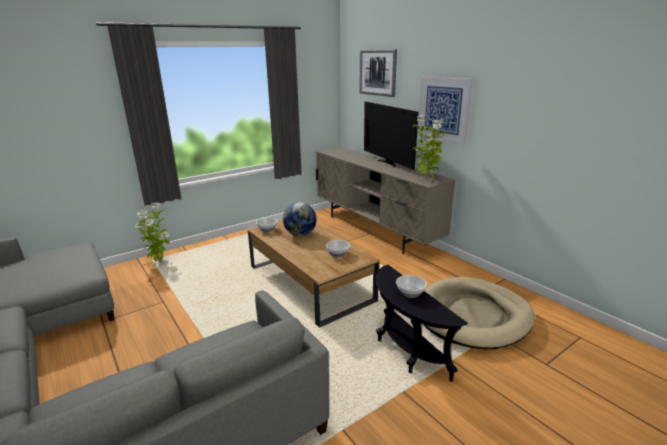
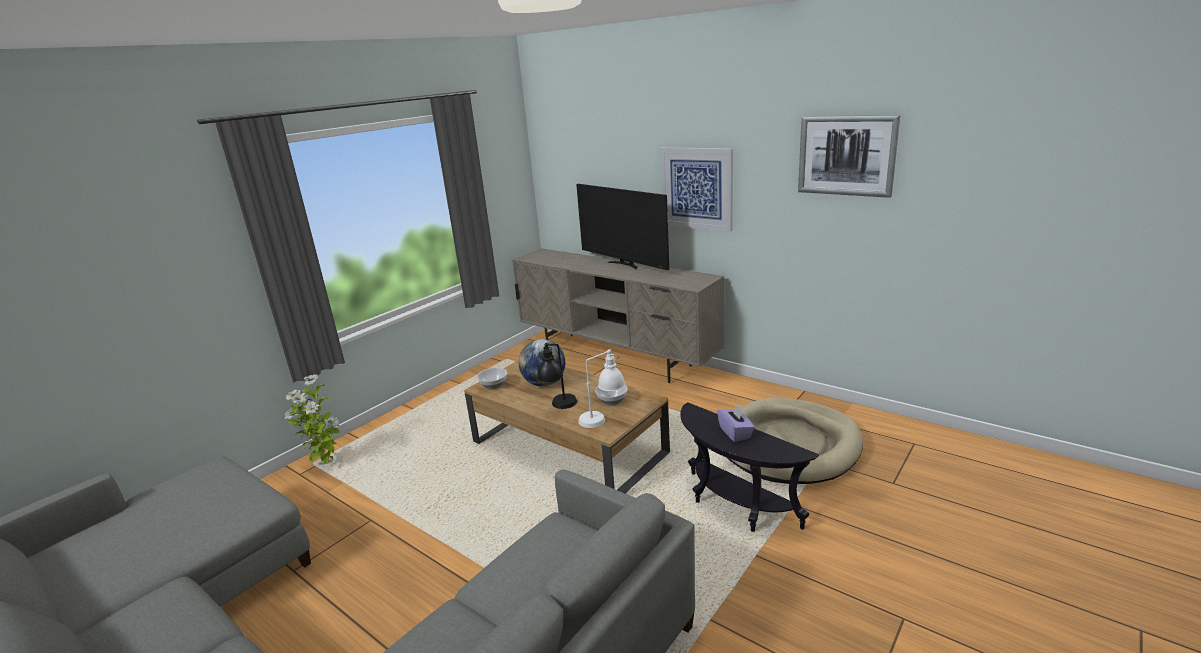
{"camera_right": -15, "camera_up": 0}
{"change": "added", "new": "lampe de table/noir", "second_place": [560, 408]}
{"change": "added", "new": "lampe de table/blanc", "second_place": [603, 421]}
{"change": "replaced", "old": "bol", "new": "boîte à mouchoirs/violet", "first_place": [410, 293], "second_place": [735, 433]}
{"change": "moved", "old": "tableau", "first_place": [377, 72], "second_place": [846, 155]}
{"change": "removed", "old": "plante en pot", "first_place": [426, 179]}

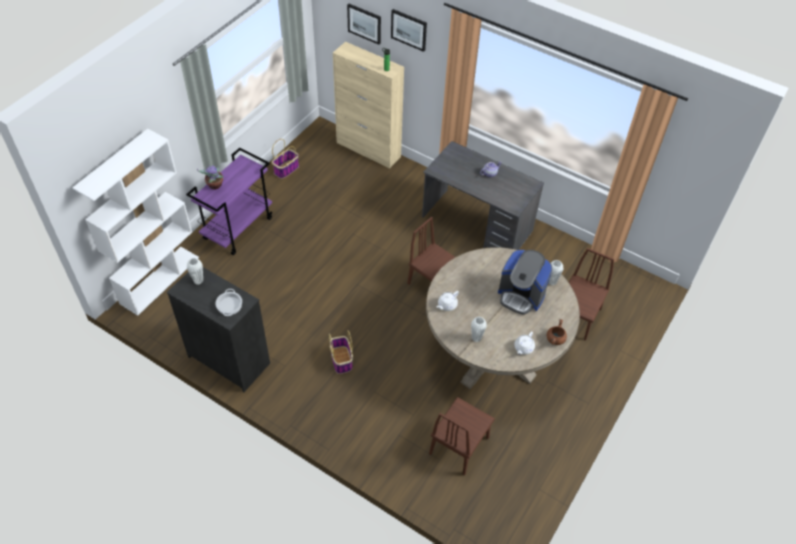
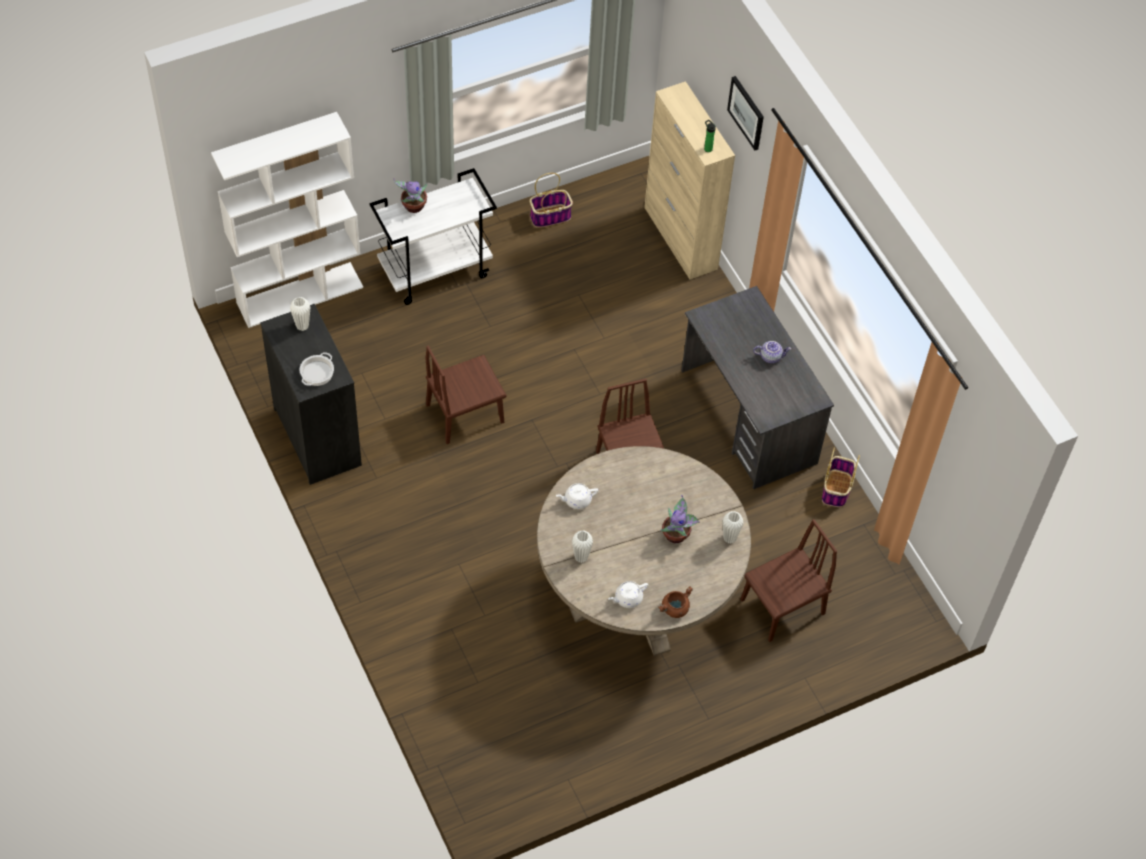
{"camera_right": 30, "camera_up": 5}
{"change": "recoloured", "old": "chariot/violet", "new": "chariot/blanc", "first_place": [238, 228], "second_place": [436, 270]}
{"change": "moved", "old": "chaise/marron", "first_place": [459, 445], "second_place": [465, 413]}
{"change": "replaced", "old": "machine à café", "new": "plante en pot", "first_place": [521, 295], "second_place": [677, 535]}
{"change": "moved", "old": "panier", "first_place": [342, 360], "second_place": [836, 489]}
{"change": "removed", "old": "tableau", "first_place": [364, 23]}

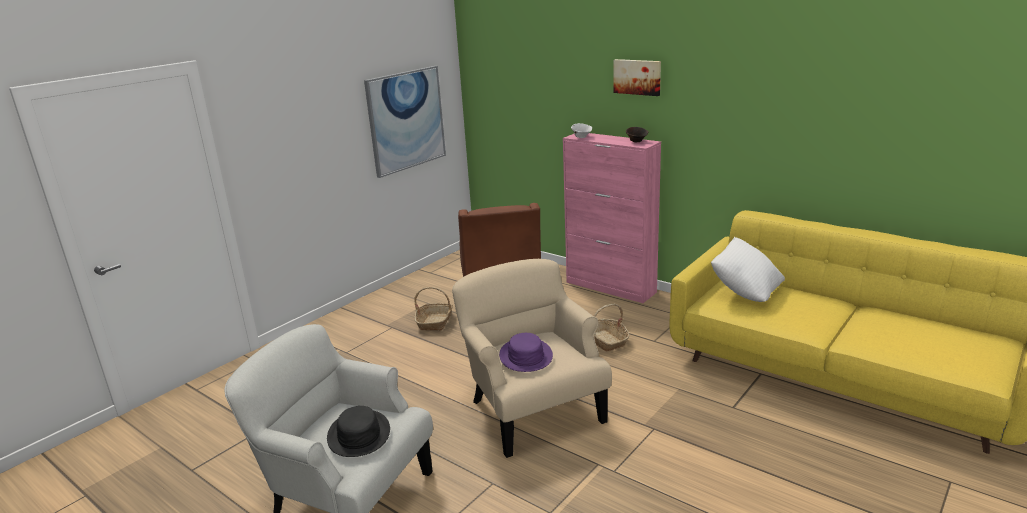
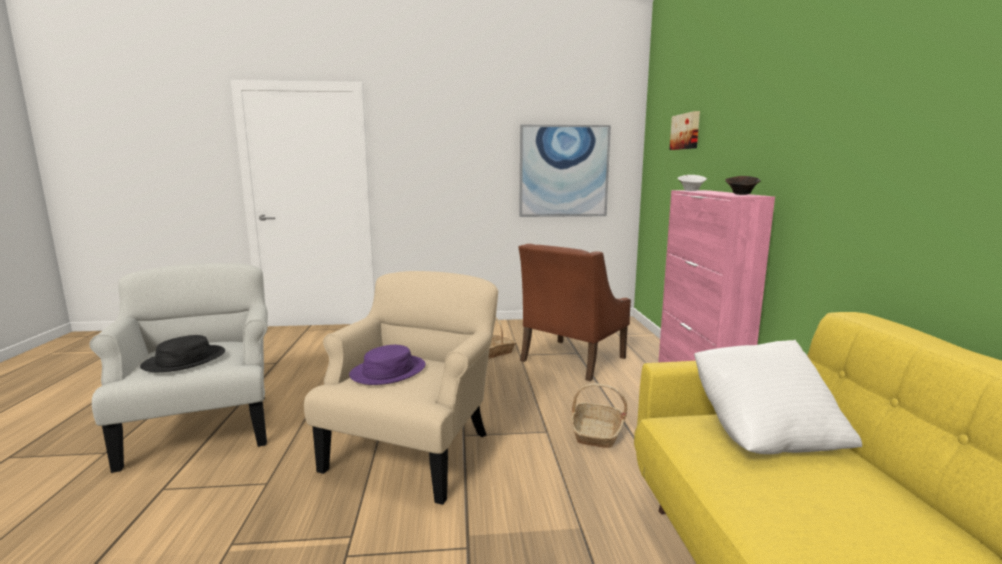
{"camera_right": 45, "camera_up": -10}
{"change": "moved", "old": "tableau", "first_place": [637, 77], "second_place": [686, 131]}

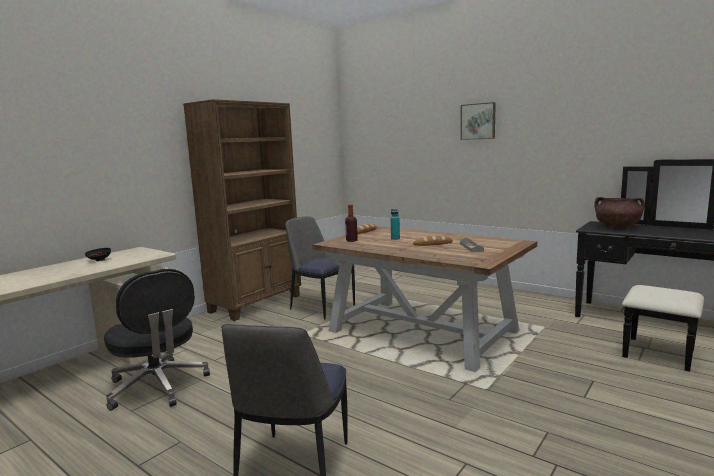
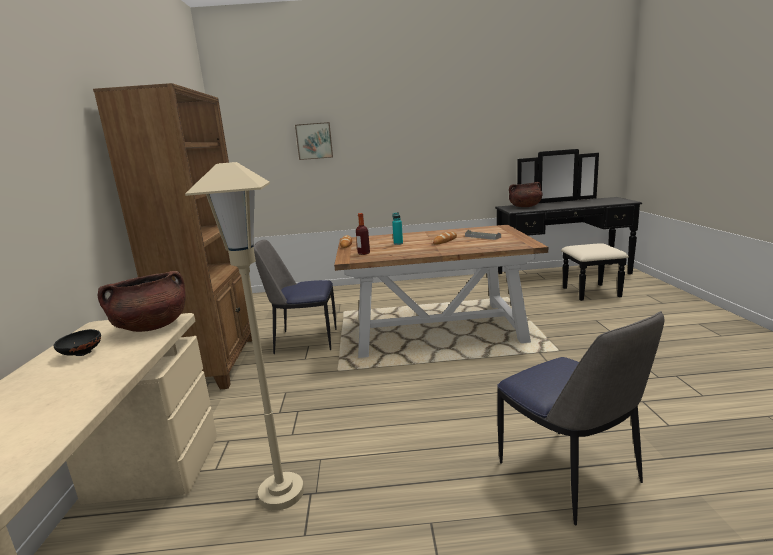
{"camera_right": -40, "camera_up": 5}
{"change": "added", "new": "marmite/marron", "second_place": [152, 327]}
{"change": "replaced", "old": "chaise de bureau/noir", "new": "lampadaire/beige", "first_place": [158, 386], "second_place": [281, 493]}
{"change": "moved", "old": "tableau", "first_place": [478, 121], "second_place": [314, 141]}

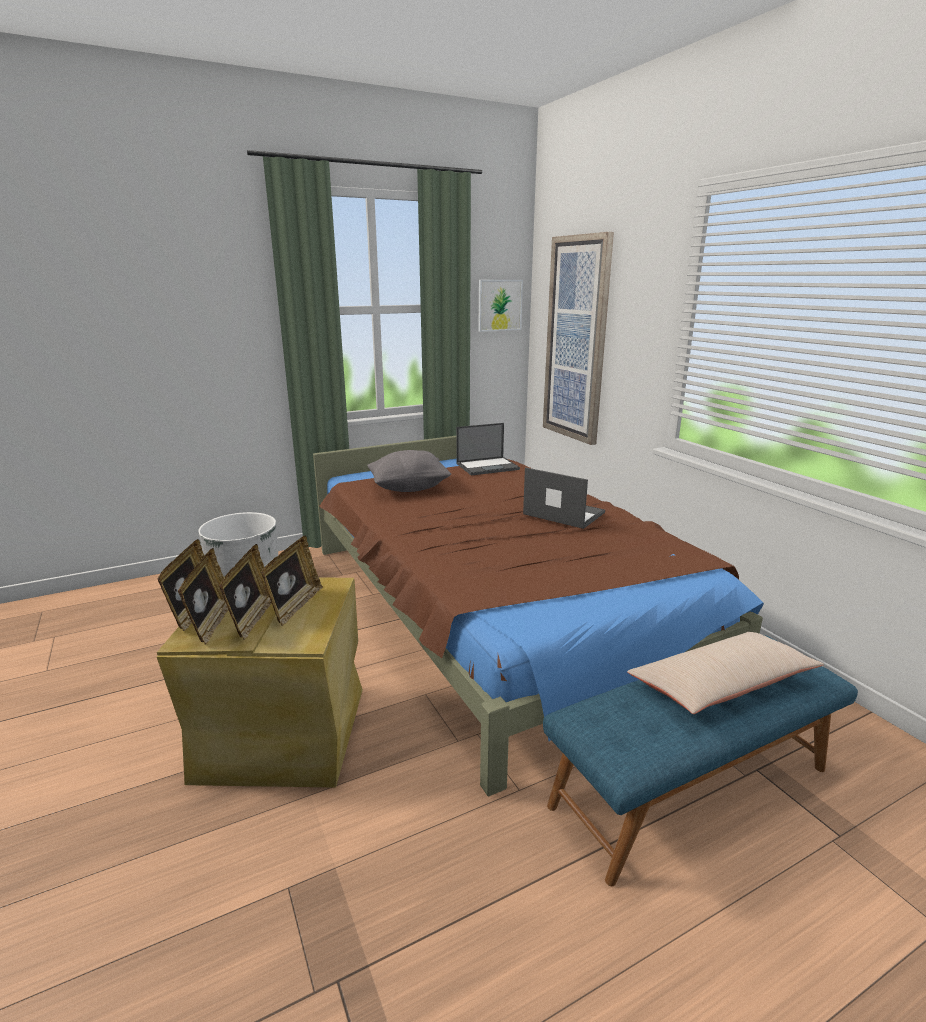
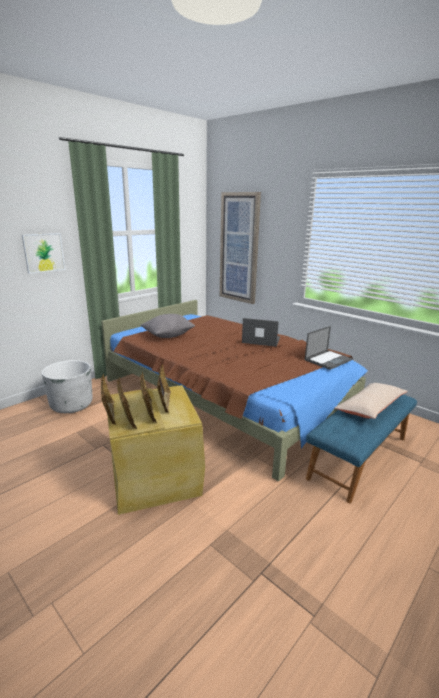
{"camera_right": -20, "camera_up": 0}
{"change": "moved", "old": "tableau", "first_place": [499, 305], "second_place": [43, 252]}
{"change": "moved", "old": "ordinateur portable", "first_place": [488, 466], "second_place": [328, 359]}

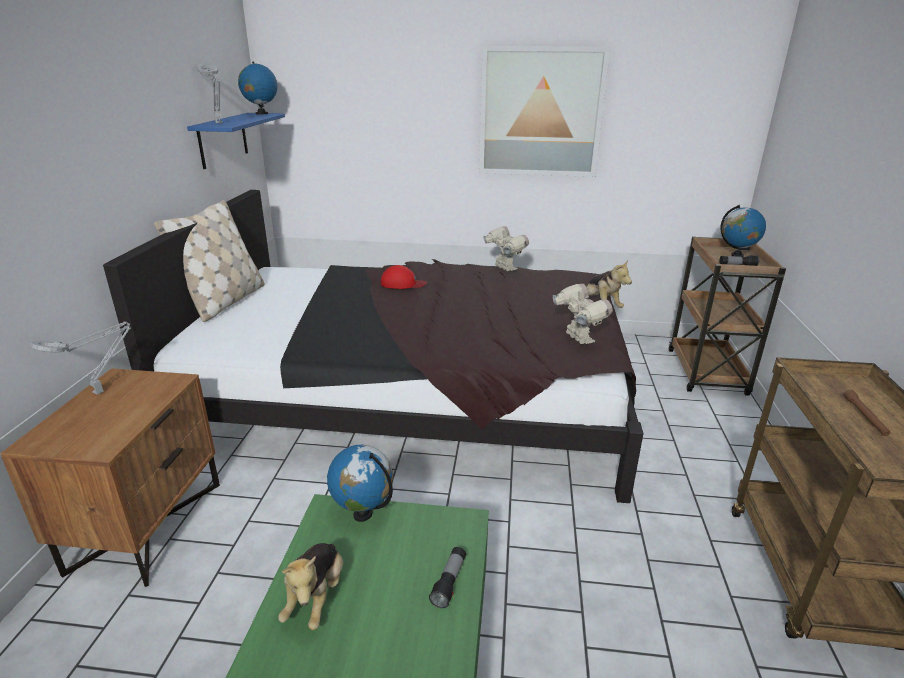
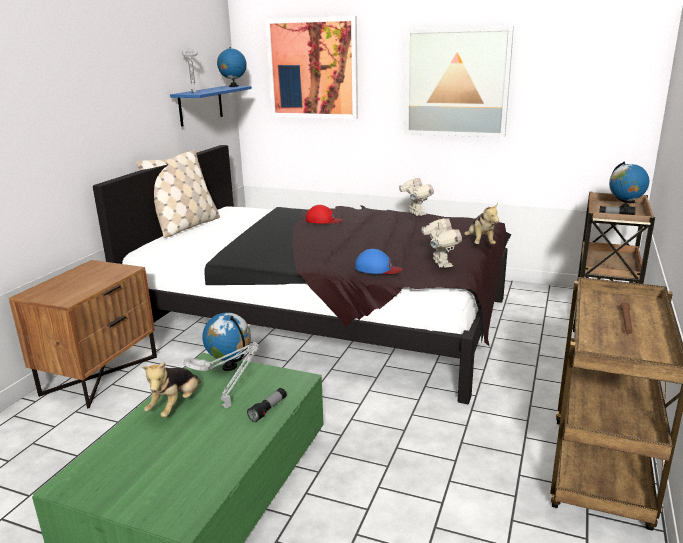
{"camera_right": 15, "camera_up": -5}
{"change": "moved", "old": "lampe de table/gris", "first_place": [101, 391], "second_place": [229, 405]}
{"change": "added", "new": "tableau", "second_place": [313, 68]}
{"change": "added", "new": "casquette/bleu", "second_place": [377, 268]}

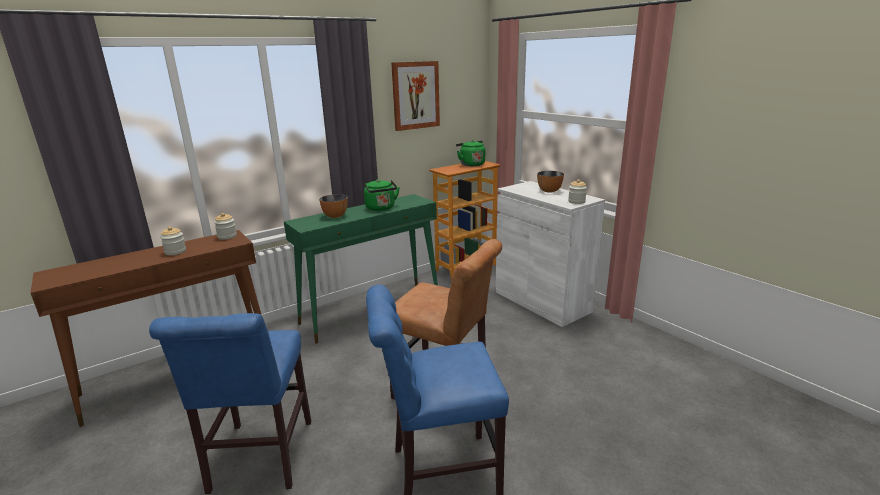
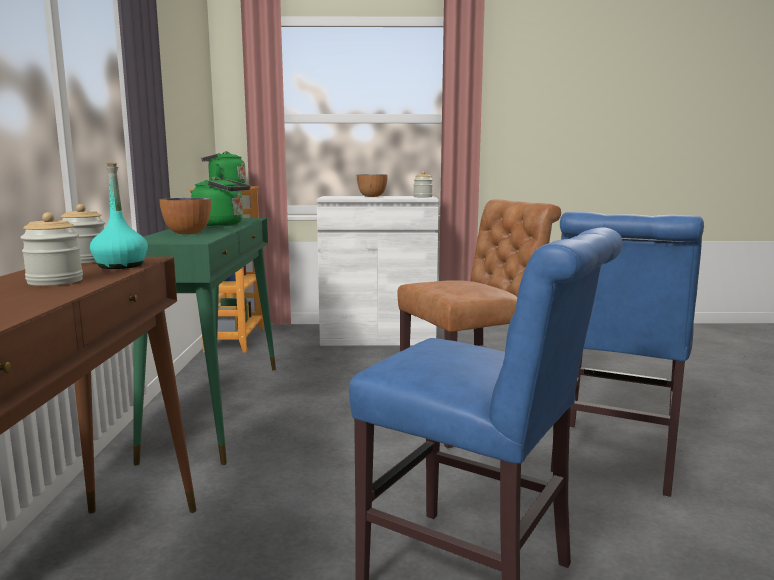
{"camera_right": -55, "camera_up": -10}
{"change": "added", "new": "bouteille/turquoise", "second_place": [121, 266]}
{"change": "removed", "old": "tableau", "first_place": [415, 95]}

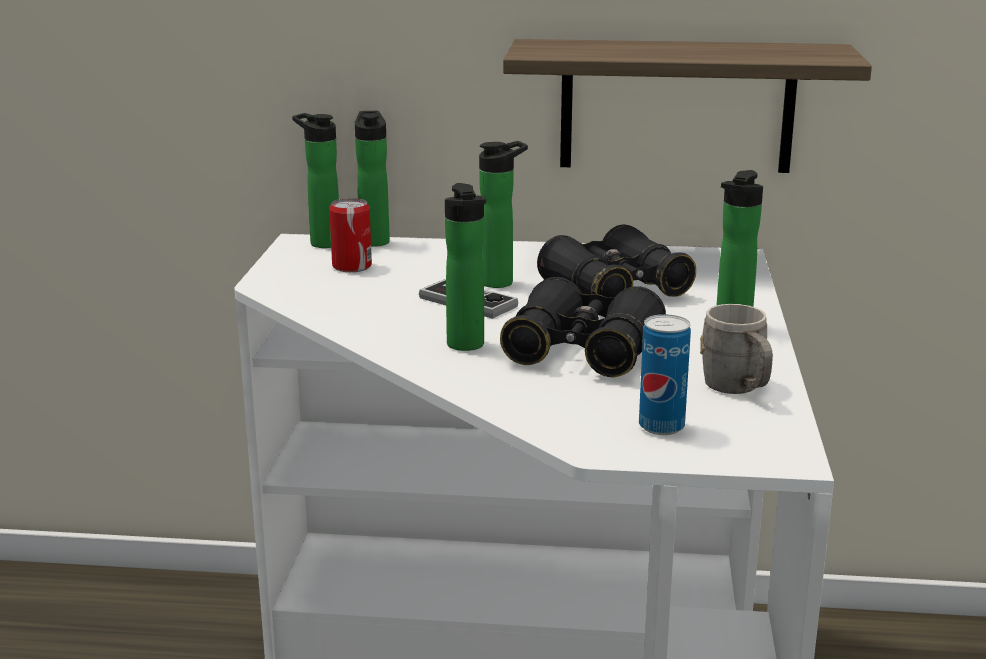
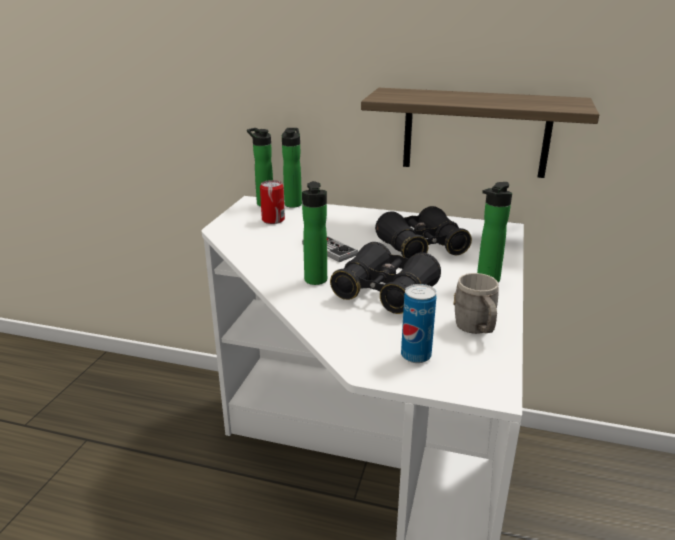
{"camera_right": 10, "camera_up": 5}
{"change": "removed", "old": "bouteille", "first_place": [501, 282]}

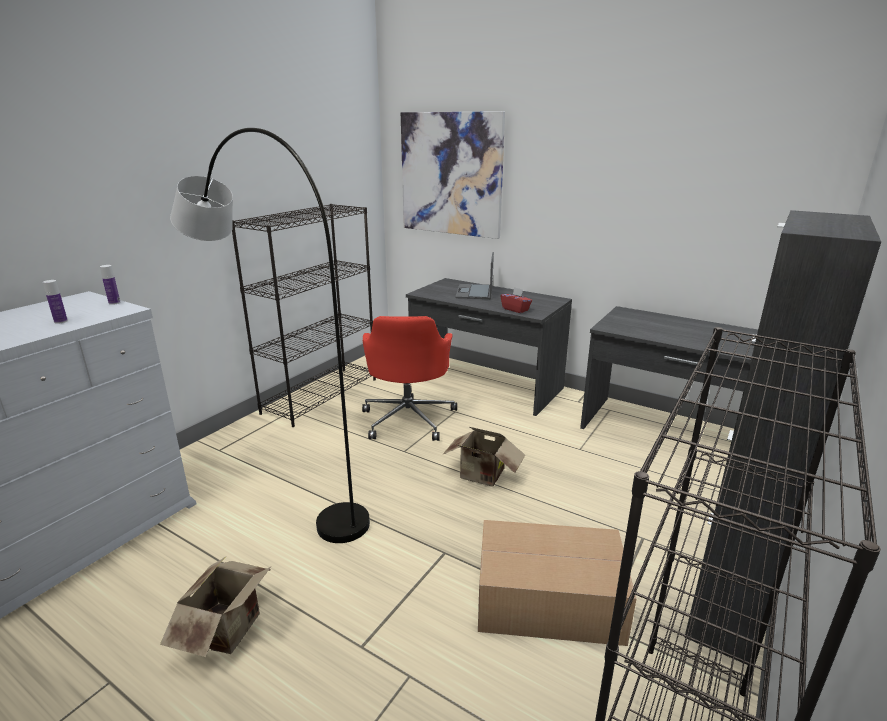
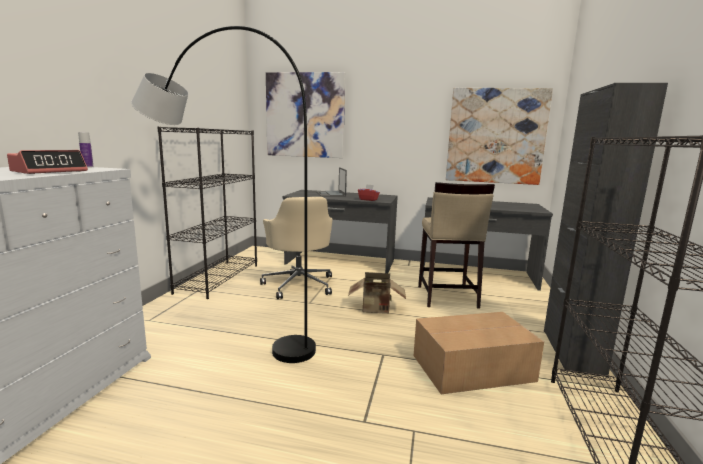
{"camera_right": -20, "camera_up": -10}
{"change": "replaced", "old": "bouteille", "new": "réveil", "first_place": [61, 321], "second_place": [50, 171]}
{"change": "recoloured", "old": "chaise de bureau/rouge", "new": "chaise de bureau/beige", "first_place": [409, 418], "second_place": [299, 284]}
{"change": "added", "new": "tabouret/beige", "second_place": [446, 297]}
{"change": "added", "new": "tableau", "second_place": [496, 136]}
{"change": "removed", "old": "carton", "first_place": [231, 629]}

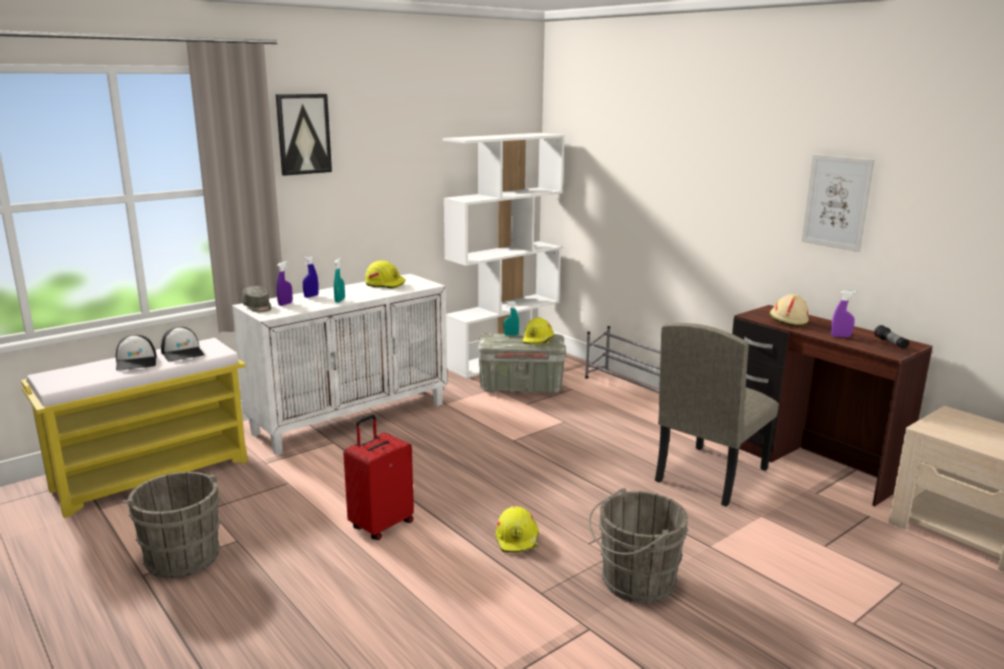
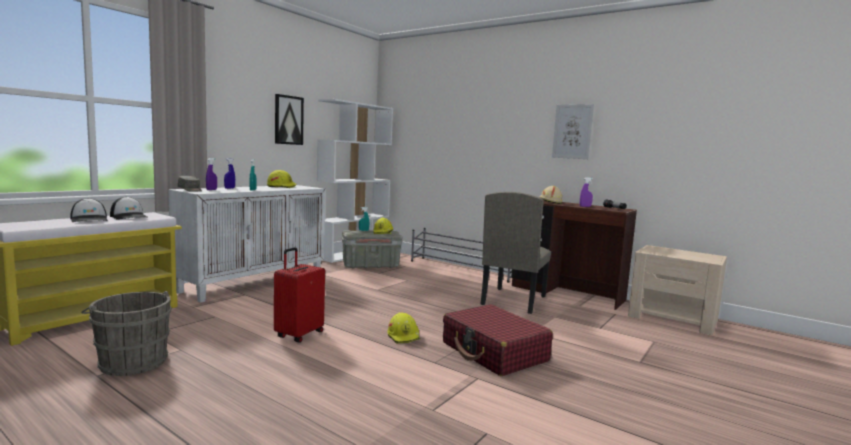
{"camera_right": -15, "camera_up": -10}
{"change": "moved", "old": "tableau", "first_place": [303, 134], "second_place": [288, 120]}
{"change": "replaced", "old": "seau/gris", "new": "valise/rouge", "first_place": [633, 582], "second_place": [494, 352]}

